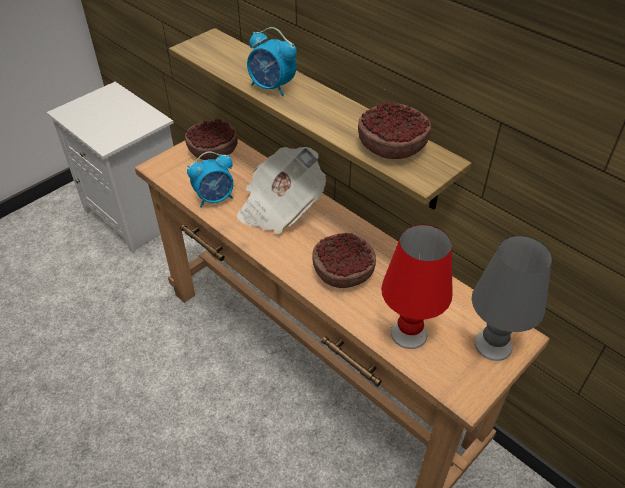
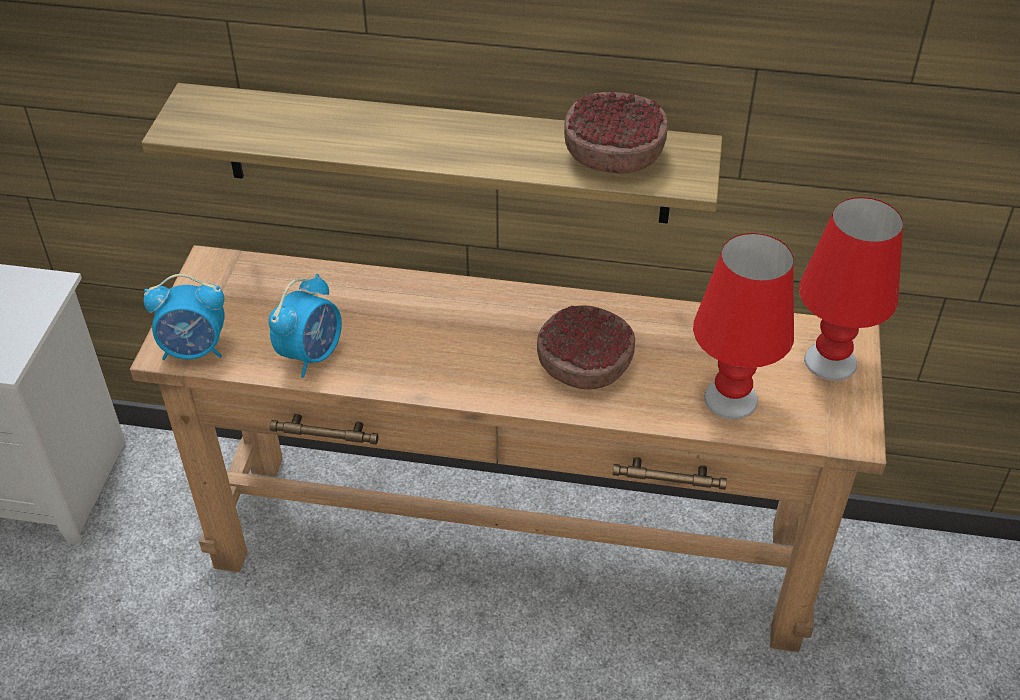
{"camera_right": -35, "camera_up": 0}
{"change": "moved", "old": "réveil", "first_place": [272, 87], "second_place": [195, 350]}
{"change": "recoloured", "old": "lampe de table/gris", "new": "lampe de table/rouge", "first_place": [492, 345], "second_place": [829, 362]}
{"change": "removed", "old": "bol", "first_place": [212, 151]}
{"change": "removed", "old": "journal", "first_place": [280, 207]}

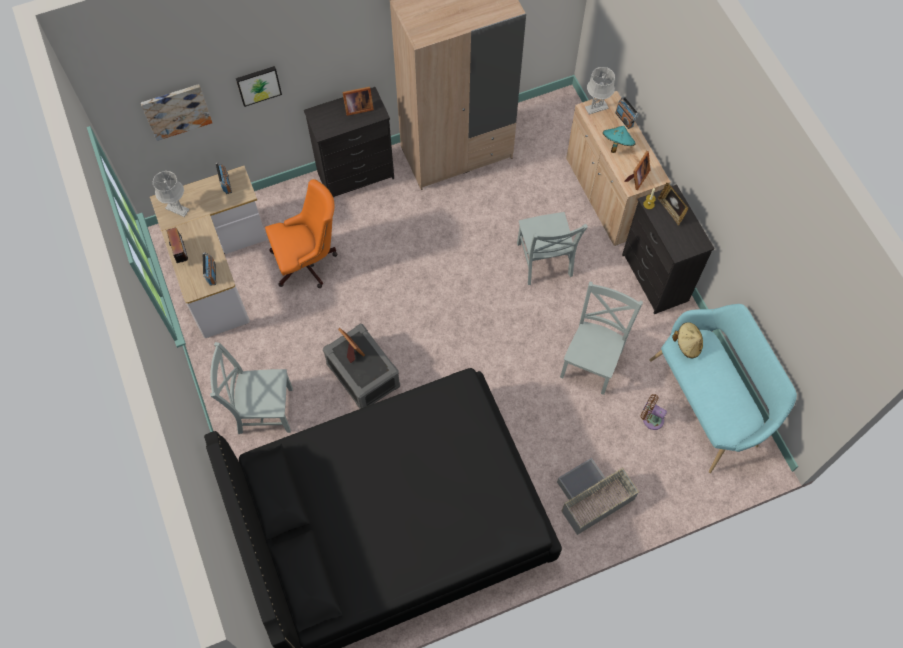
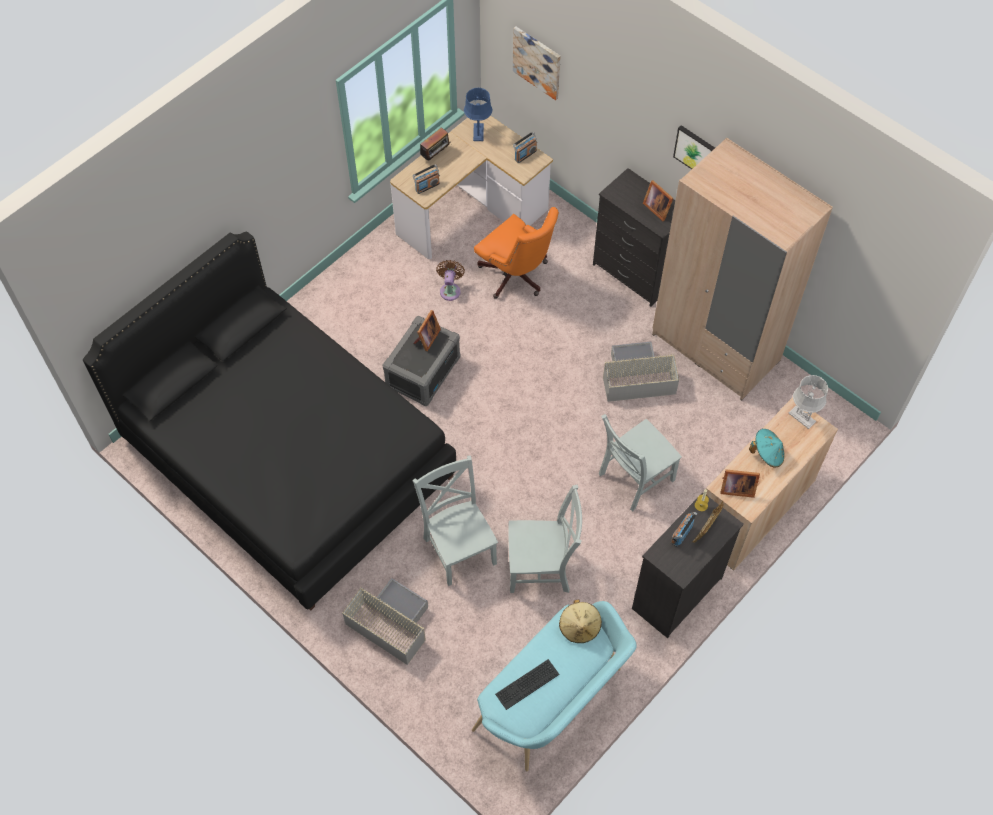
{"camera_right": 65, "camera_up": -5}
{"change": "moved", "old": "chaise/gris", "first_place": [262, 410], "second_place": [459, 547]}
{"change": "moved", "old": "ventilateur/marron", "first_place": [651, 418], "second_place": [450, 290]}
{"change": "recoloured", "old": "lampe de table/gris", "new": "lampe de table/bleu", "first_place": [177, 209], "second_place": [478, 132]}
{"change": "added", "new": "clavier", "second_place": [527, 685]}
{"change": "added", "new": "boîte de rangement/gris", "second_place": [636, 378]}
{"change": "moved", "old": "radio", "first_place": [624, 119], "second_place": [681, 534]}
{"change": "moved", "old": "tableau", "first_place": [258, 85], "second_place": [695, 151]}

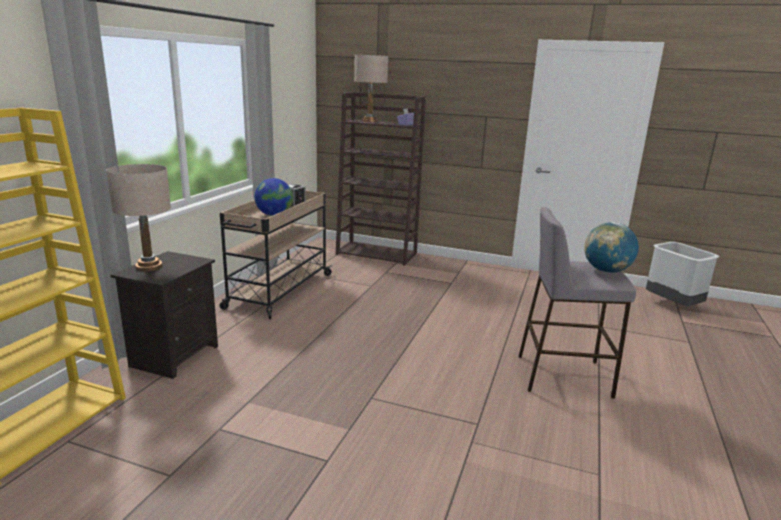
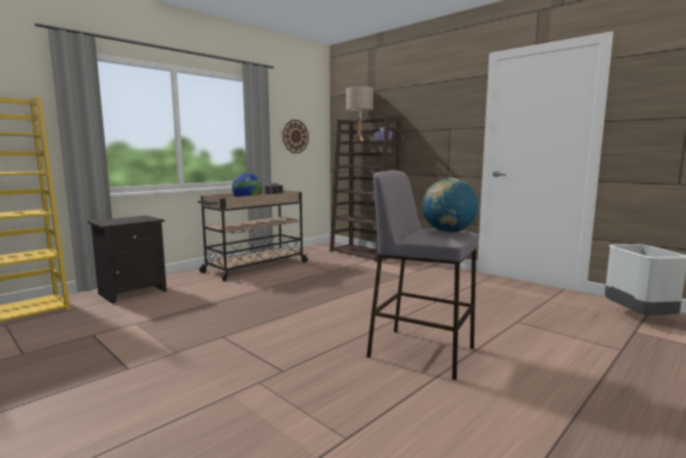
{"camera_right": 25, "camera_up": -10}
{"change": "added", "new": "horloge murale", "second_place": [295, 136]}
{"change": "removed", "old": "lampe de table/beige", "first_place": [149, 267]}

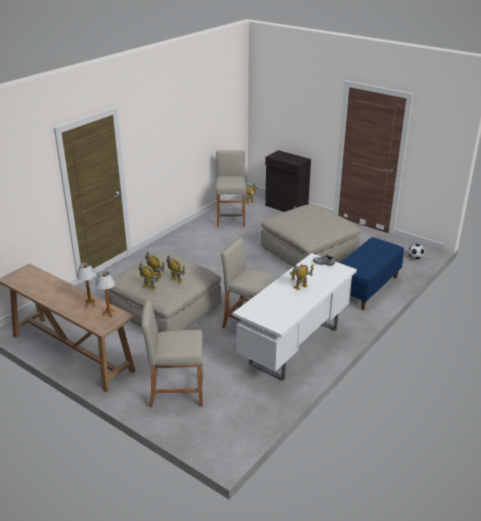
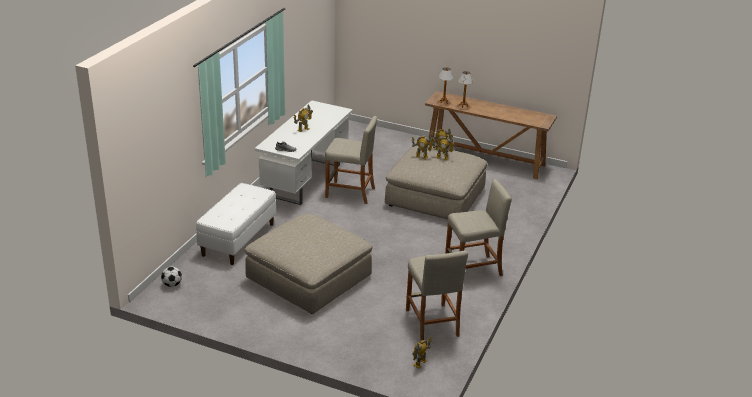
{"camera_right": 165, "camera_up": 0}
{"change": "recoloured", "old": "banc/bleu", "new": "banc/blanc", "first_place": [366, 288], "second_place": [238, 239]}
{"change": "moved", "old": "tabouret/beige", "first_place": [176, 392], "second_place": [473, 269]}
{"change": "removed", "old": "meuble de rangement/noir", "first_place": [286, 207]}

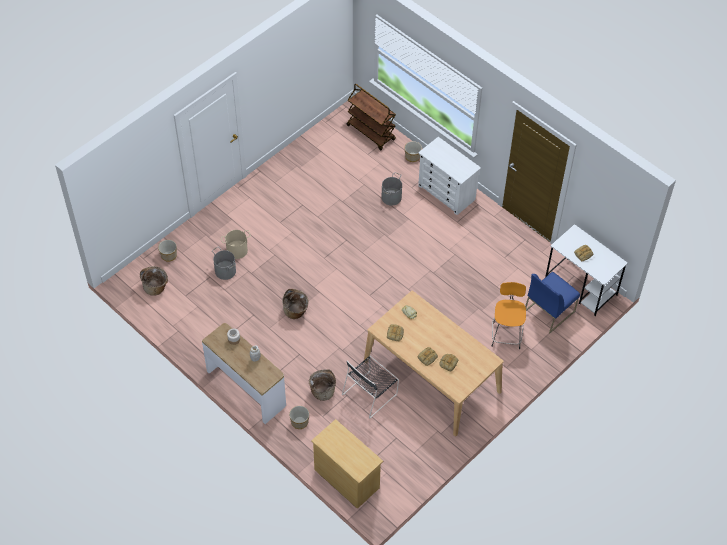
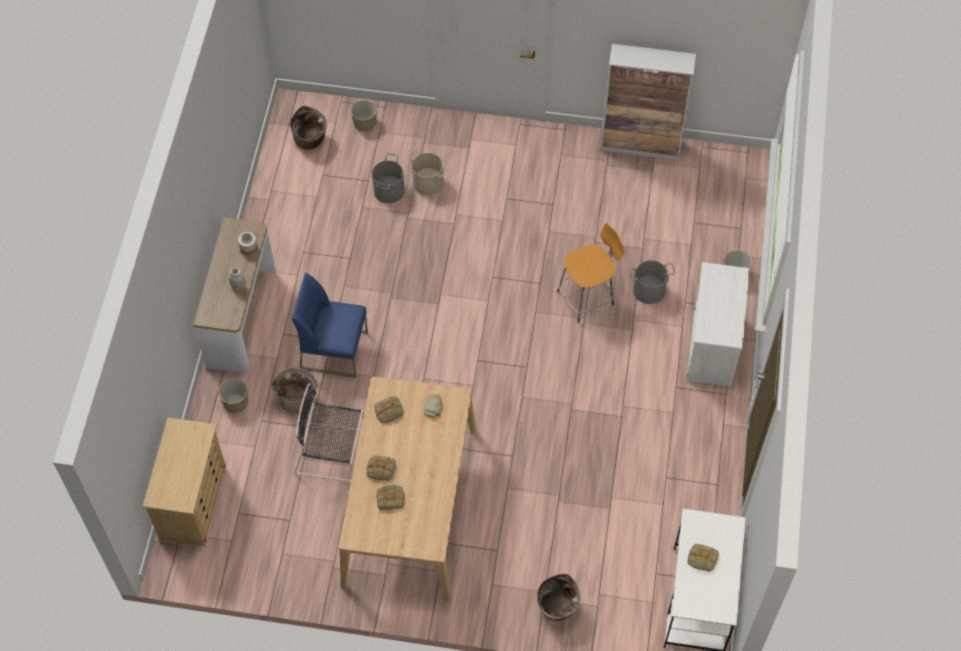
{"camera_right": 55, "camera_up": 5}
{"change": "moved", "old": "chaise/bleu", "first_place": [549, 311], "second_place": [334, 349]}
{"change": "moved", "old": "panier", "first_place": [296, 312], "second_place": [557, 608]}
{"change": "moved", "old": "tabouret/orange", "first_place": [506, 334], "second_place": [587, 297]}
{"change": "added", "new": "meuble de rangement", "second_place": [641, 145]}
{"change": "removed", "old": "chariot/marron", "first_place": [371, 133]}

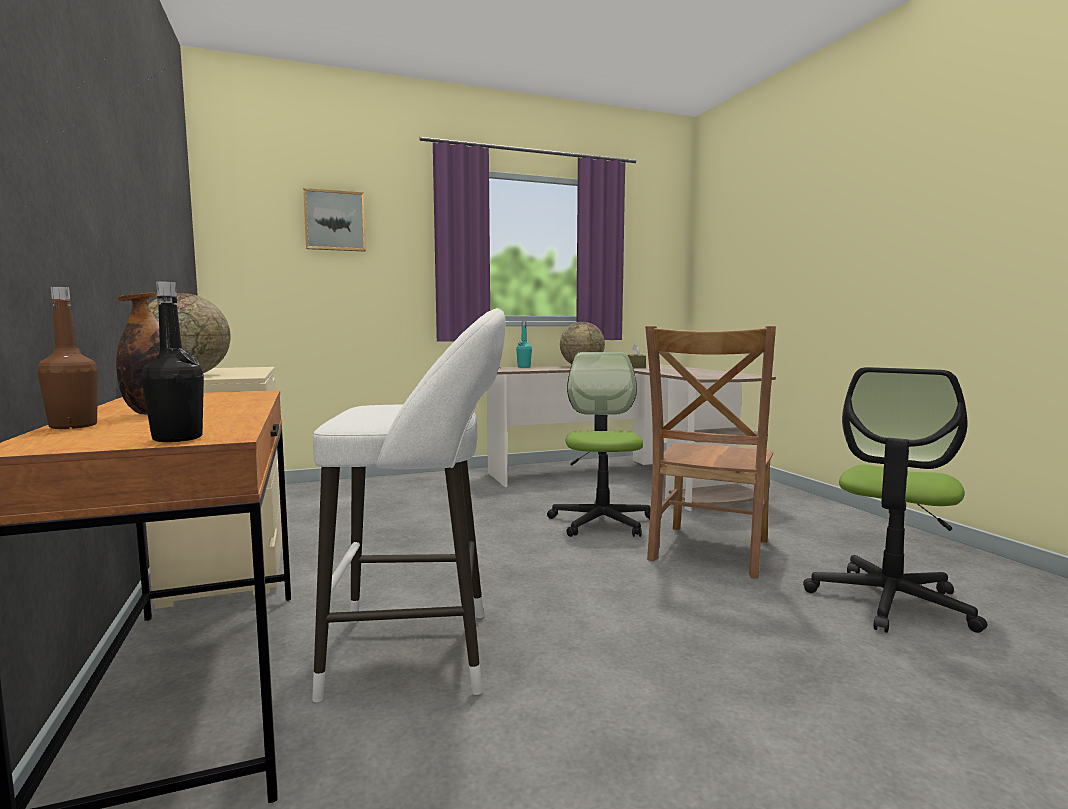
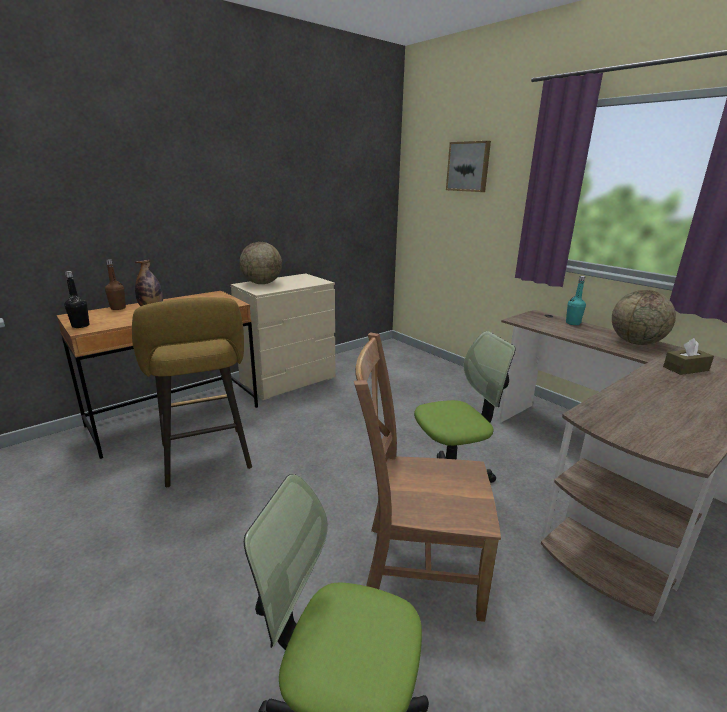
{"camera_right": 70, "camera_up": 15}
{"change": "recoloured", "old": "tabouret/blanc", "new": "tabouret/jaune", "first_place": [421, 652], "second_place": [206, 459]}

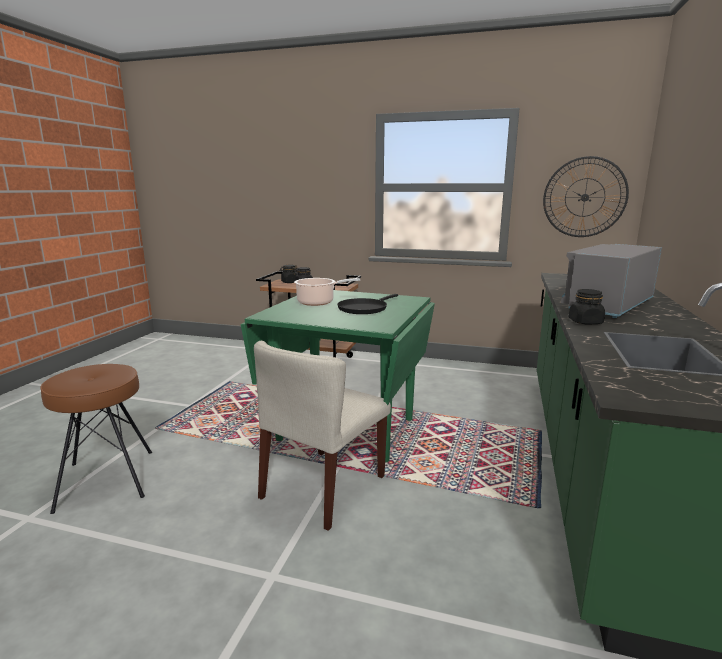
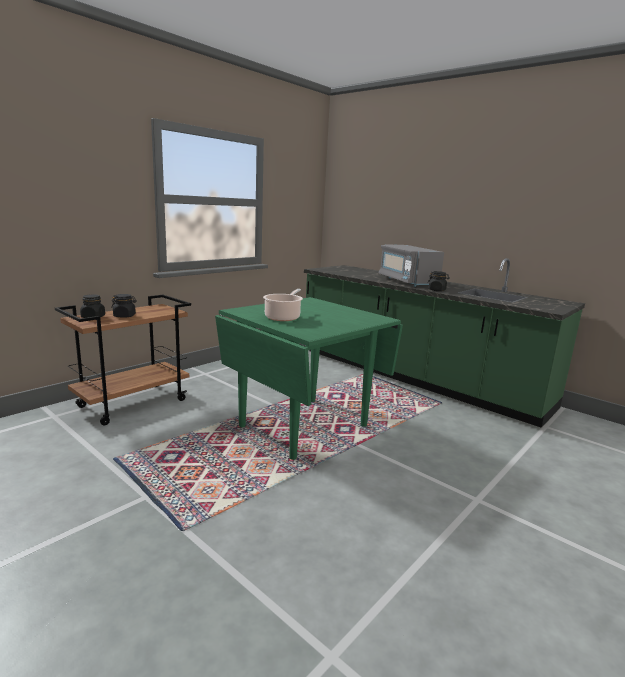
{"camera_right": -65, "camera_up": 0}
{"change": "removed", "old": "tabouret/marron", "first_place": [107, 479]}
{"change": "removed", "old": "chaise/beige", "first_place": [323, 487]}
{"change": "removed", "old": "poêle/noir", "first_place": [364, 308]}
{"change": "removed", "old": "horloge murale", "first_place": [584, 197]}

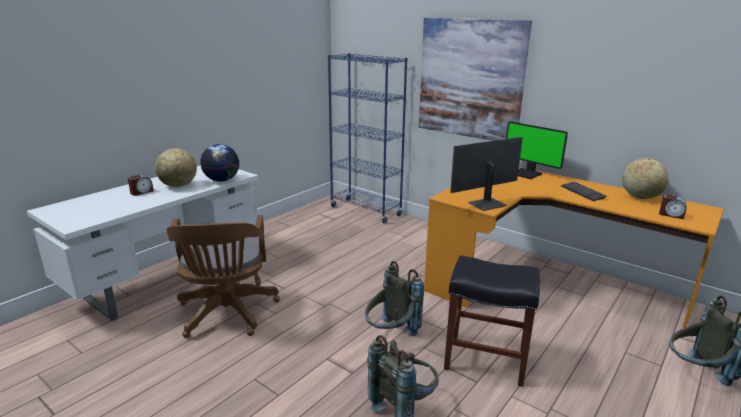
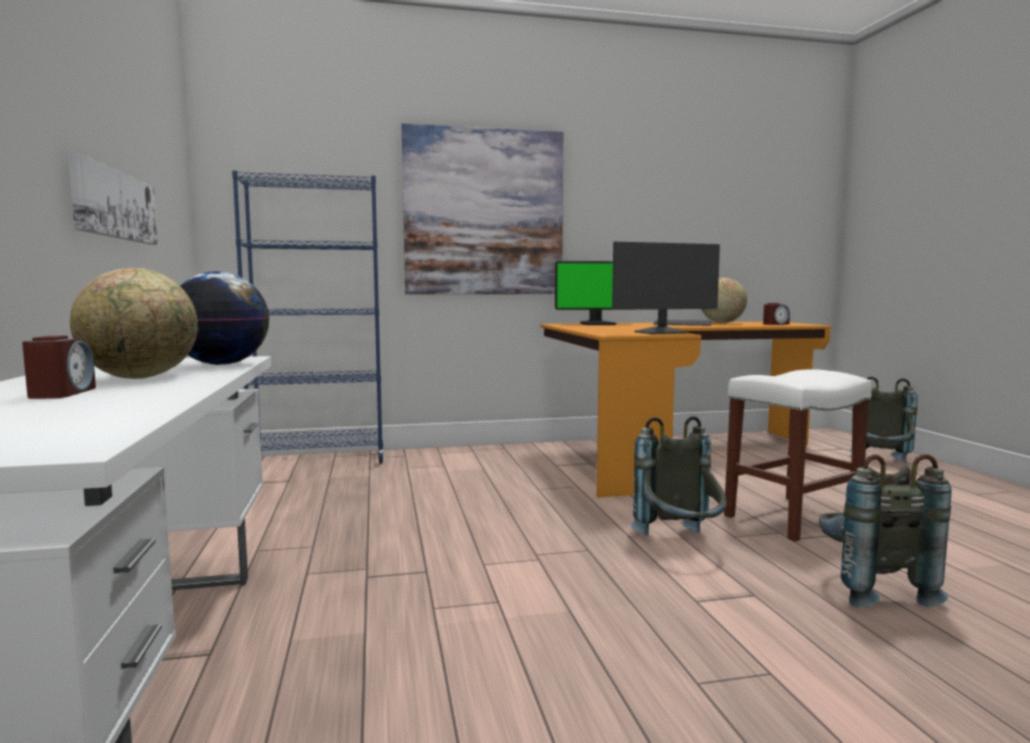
{"camera_right": -50, "camera_up": -15}
{"change": "added", "new": "tableau", "second_place": [114, 205]}
{"change": "turned", "old": "écran d'ordinateur", "first_place": [486, 204], "second_place": [661, 332], "degrees": -120}
{"change": "recoloured", "old": "tabouret/noir", "new": "tabouret/blanc", "first_place": [484, 359], "second_place": [791, 518]}
{"change": "removed", "old": "chaise de bureau/marron", "first_place": [226, 315]}

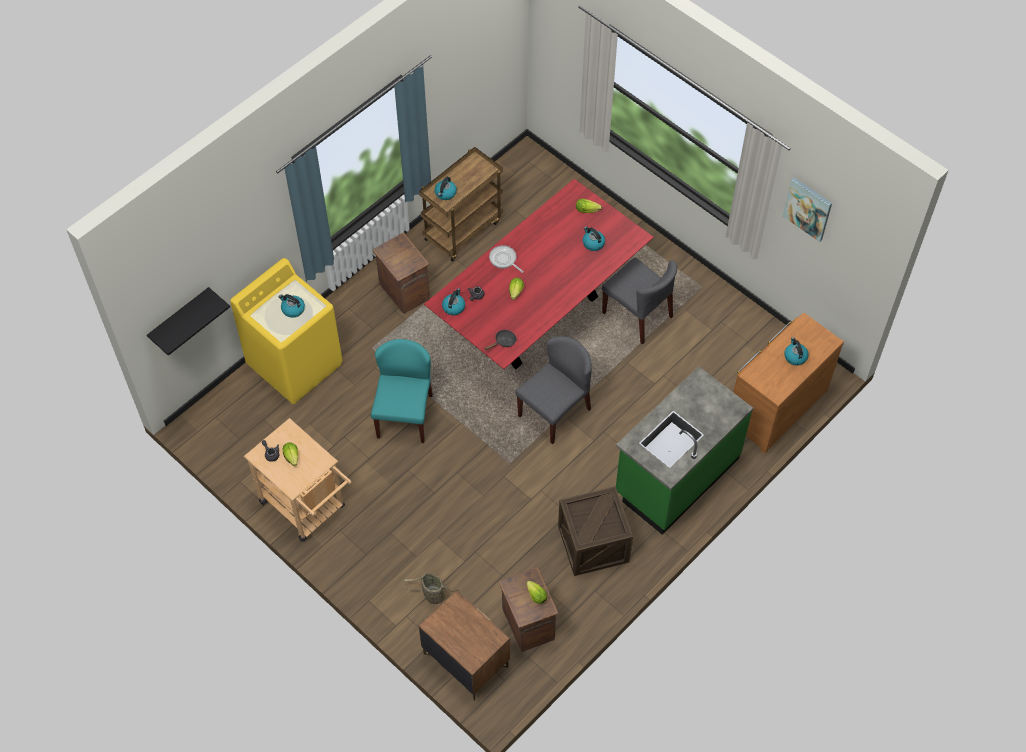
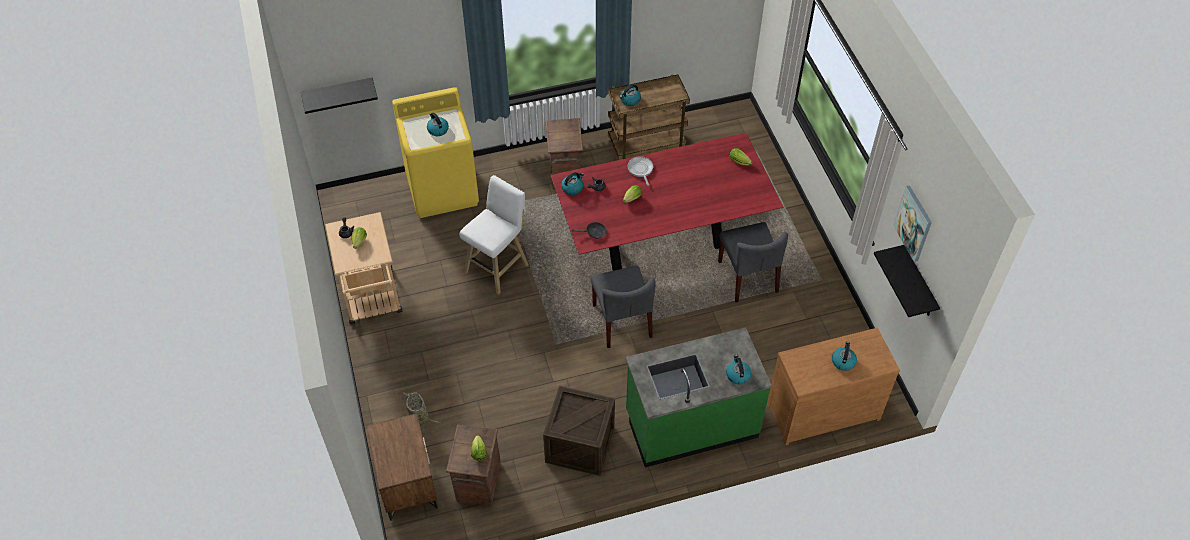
{"camera_right": 30, "camera_up": -5}
{"change": "replaced", "old": "chaise/turquoise", "new": "tabouret/blanc", "first_place": [404, 416], "second_place": [498, 267]}
{"change": "turned", "old": "chaise/gris", "first_place": [554, 412], "second_place": [622, 321], "degrees": 90}
{"change": "moved", "old": "bouilloire", "first_place": [593, 243], "second_place": [737, 375]}
{"change": "added", "new": "étagère/noir", "second_place": [918, 284]}

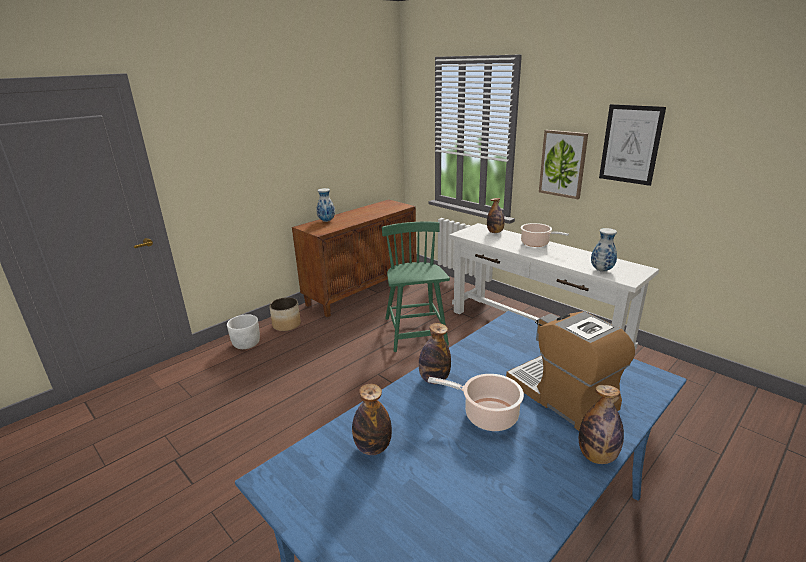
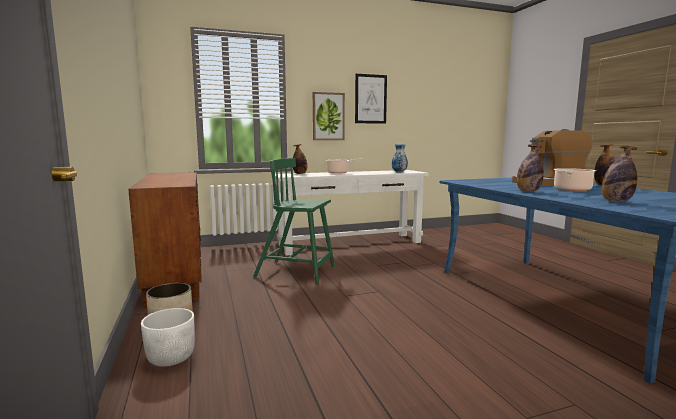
{"camera_right": -65, "camera_up": -15}
{"change": "removed", "old": "vase", "first_place": [326, 221]}

